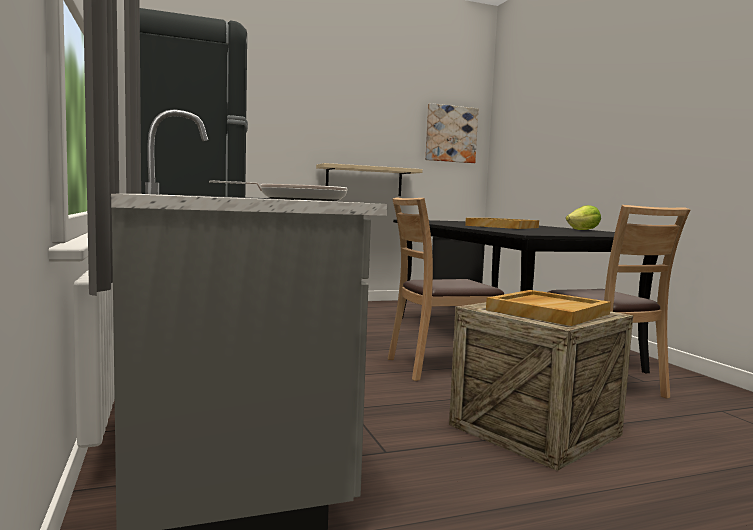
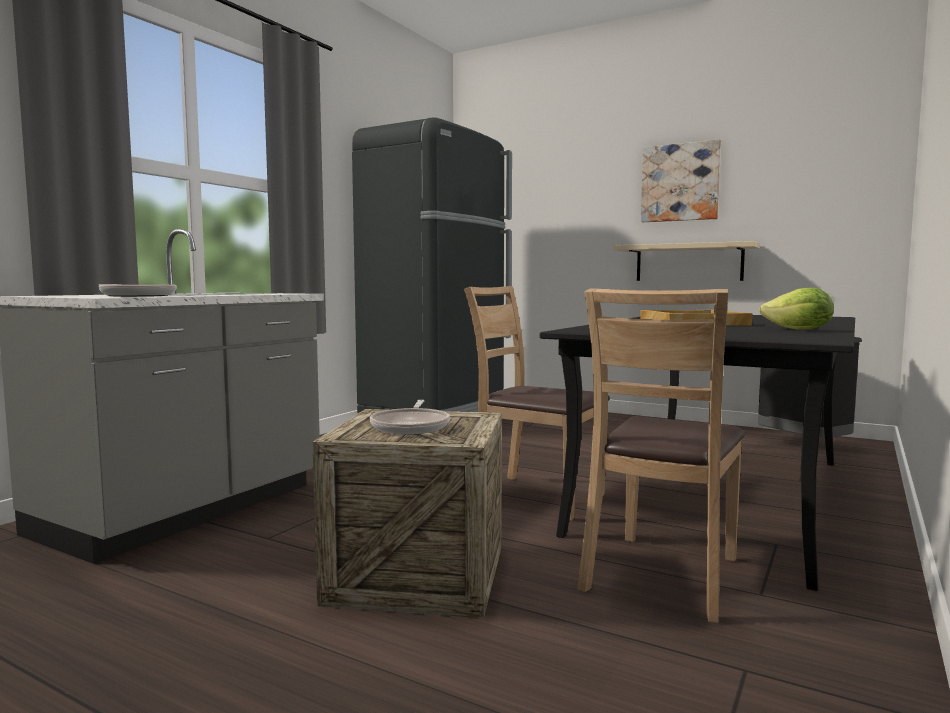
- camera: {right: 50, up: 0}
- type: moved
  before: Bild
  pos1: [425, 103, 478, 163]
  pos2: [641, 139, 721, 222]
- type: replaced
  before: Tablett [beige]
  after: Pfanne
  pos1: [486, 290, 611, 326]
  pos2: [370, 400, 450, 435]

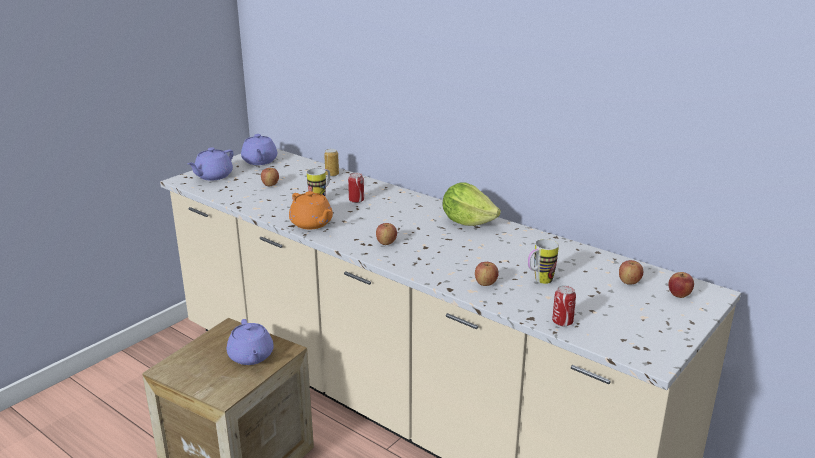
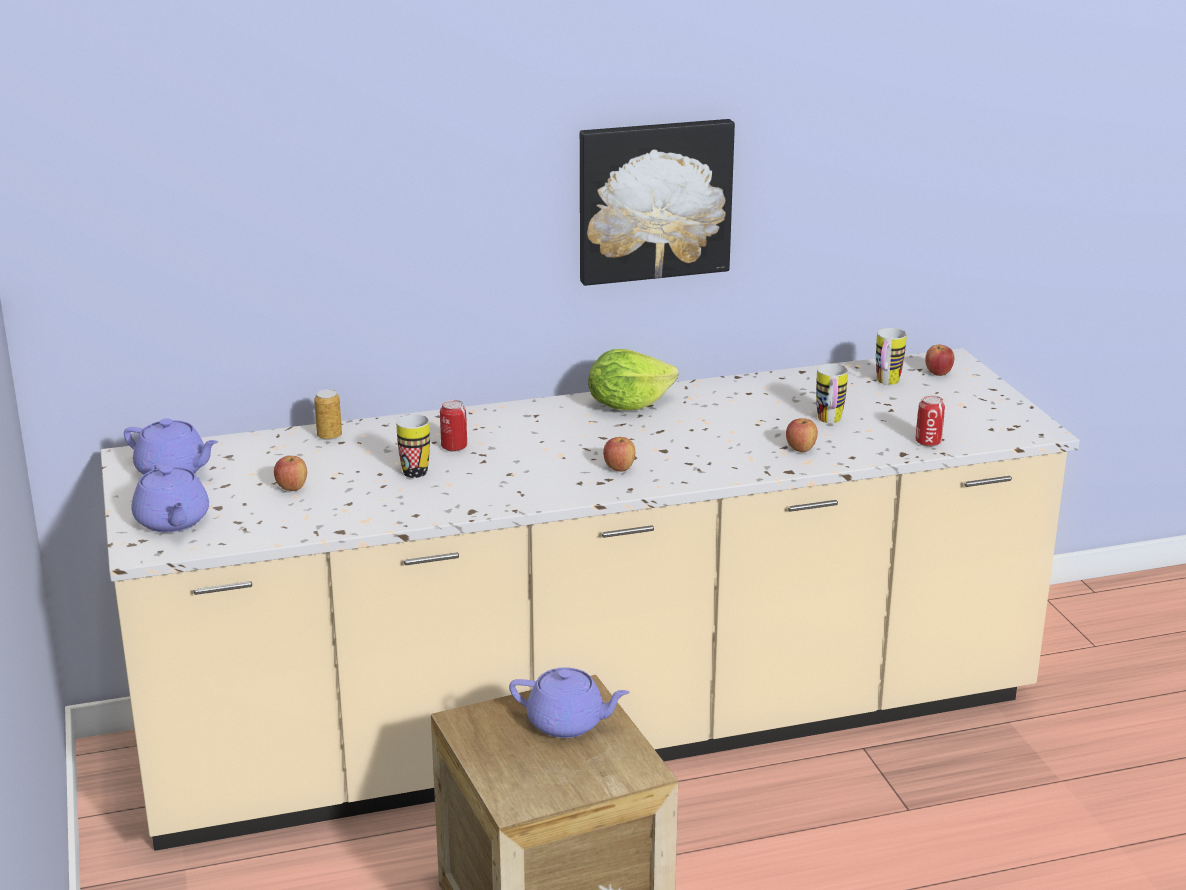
- camera: {right: -55, up: 0}
- type: removed
  before: Teekanne [orange]
  pos1: [289, 191, 333, 229]
- type: replaced
  before: Apfel
  after: Henkelbecher
  pos1: [619, 260, 643, 284]
  pos2: [876, 328, 907, 385]
- type: added
  after: Bild
  pos2: [580, 119, 735, 286]

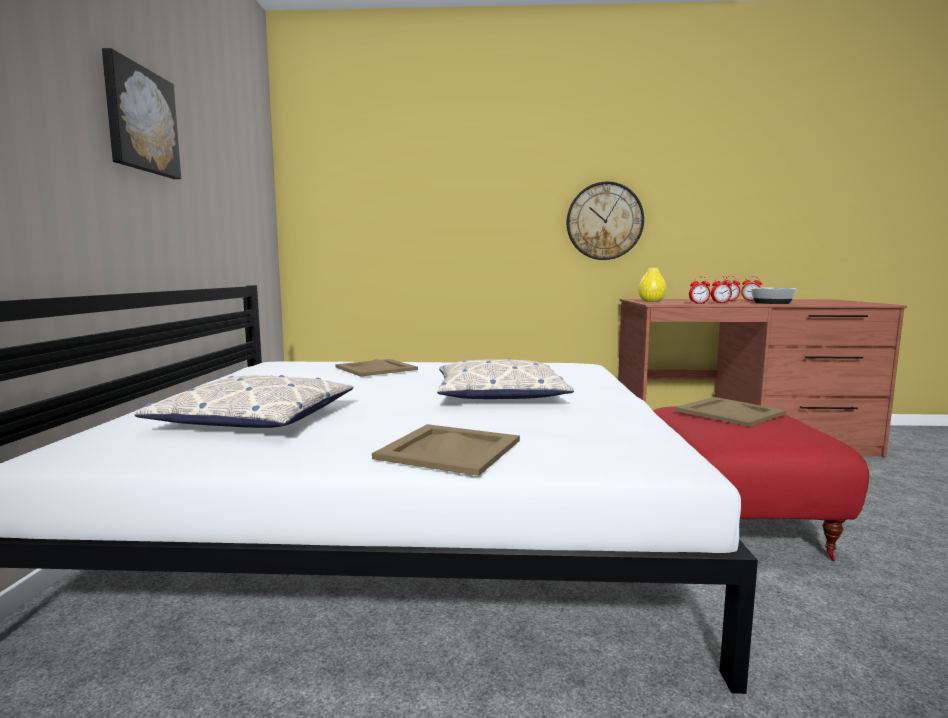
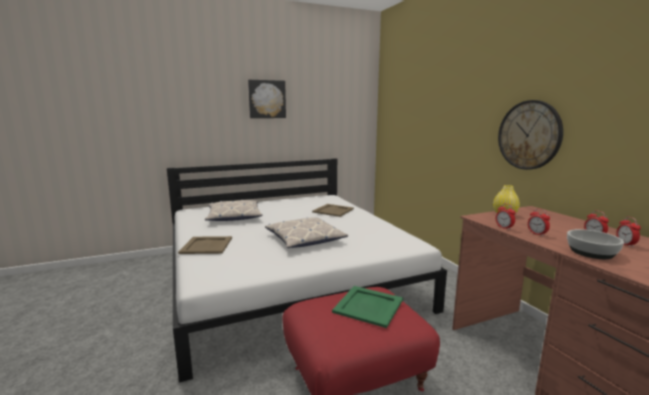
- camera: {right: 65, up: 5}
- type: recoloured
  before: Tablett [beige]
  after: Tablett [grün]
  pos1: [675, 397, 787, 427]
  pos2: [332, 286, 403, 328]

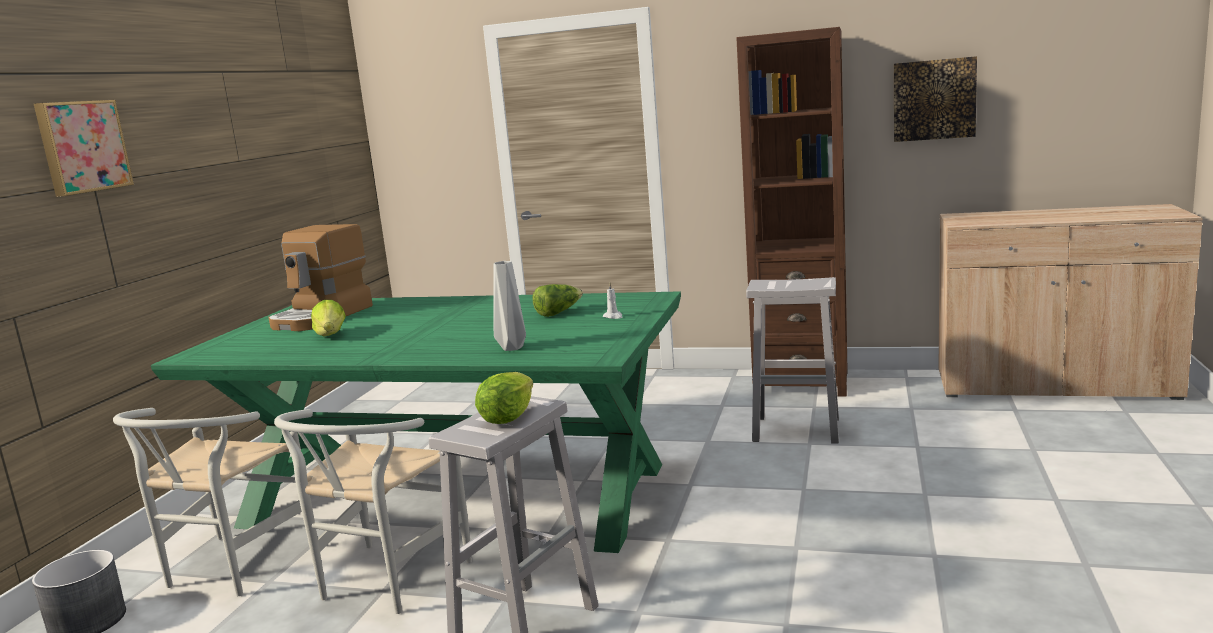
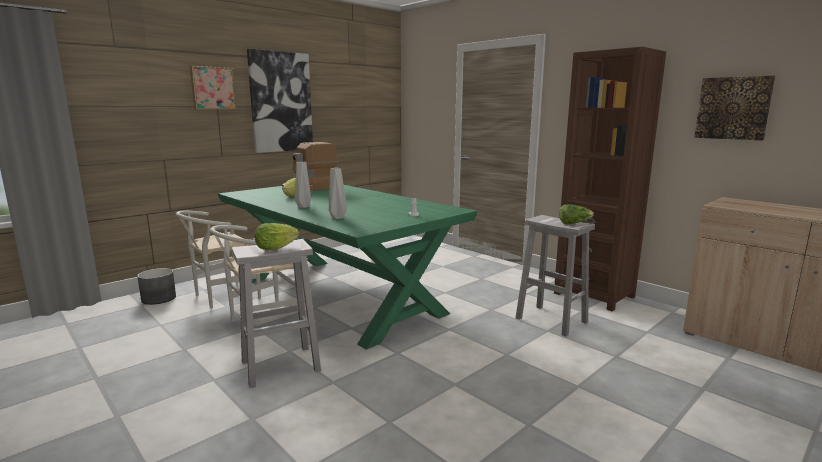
- camera: {right: 30, up: 0}
- type: moved
  before: Salatkopf
  pos1: [532, 284, 583, 317]
  pos2: [559, 204, 594, 224]
- type: added
  after: Bild
  pos2: [247, 49, 313, 153]
- type: added
  after: Vase [grau]
  pos2: [295, 162, 311, 208]

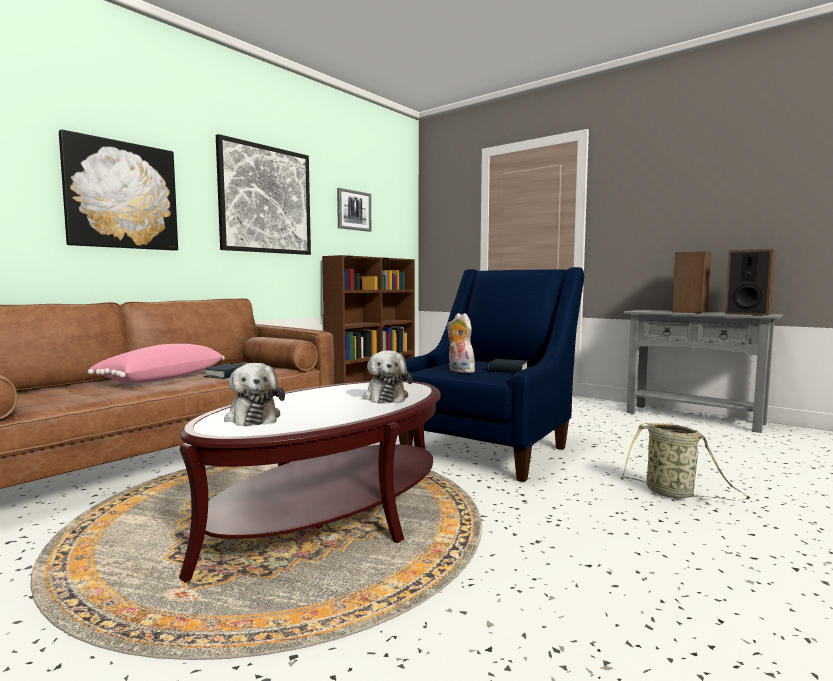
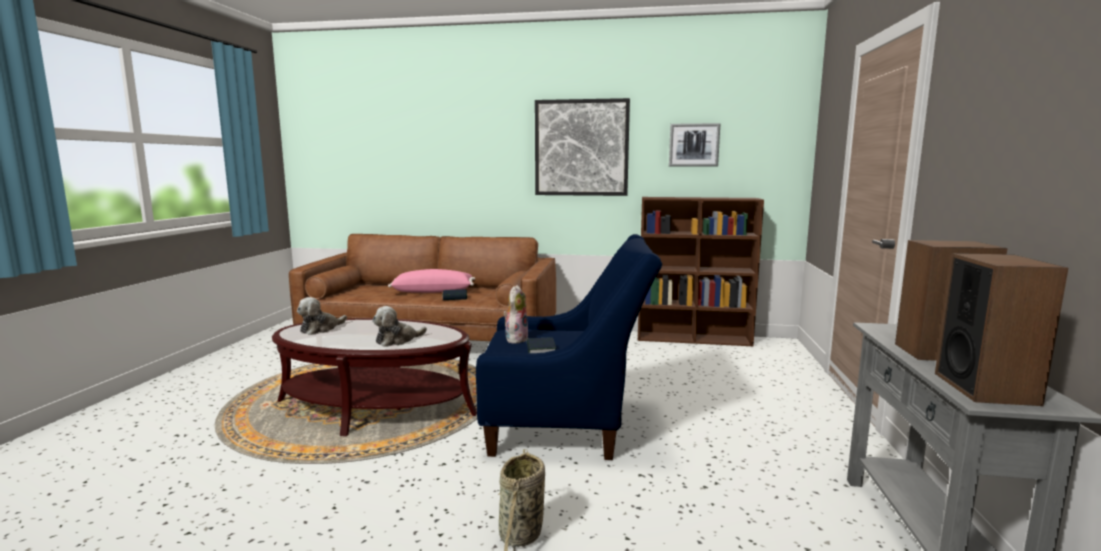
- camera: {right: 60, up: 5}
- type: removed
  before: Bild
  pos1: [59, 129, 178, 251]

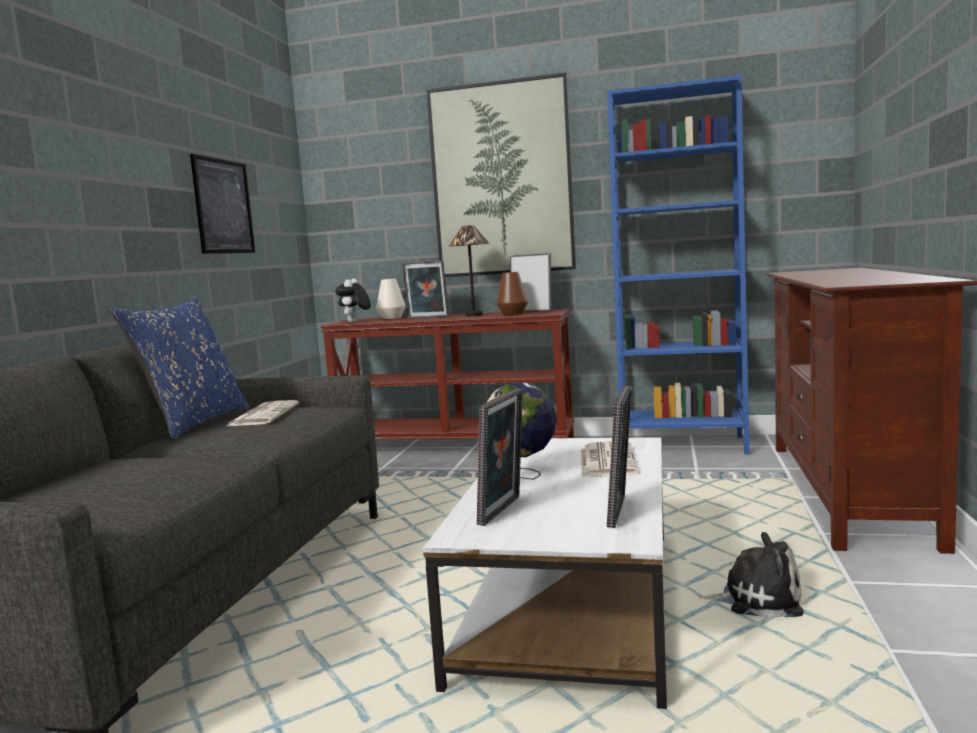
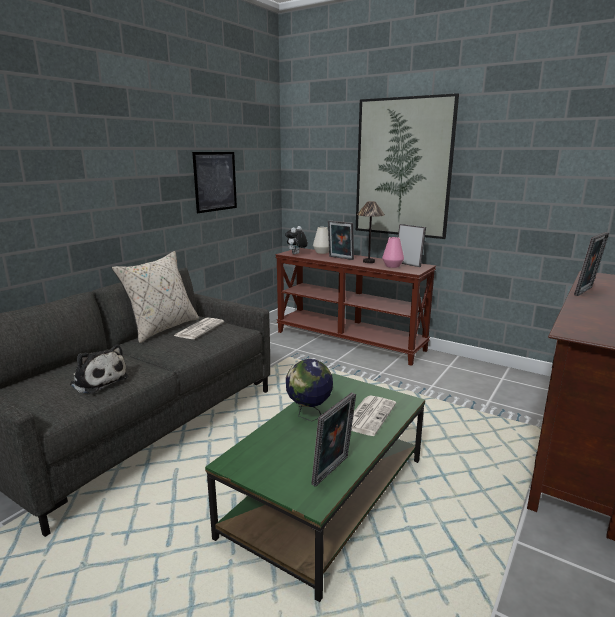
- camera: {right: 20, up: 10}
- type: removed
  before: Bücherregal [blau]
  pos1: [607, 74, 750, 455]
- type: recoloured
  before: Vase [braun]
  after: Vase [rosa]
  pos1: [496, 272, 528, 315]
  pos2: [382, 237, 404, 268]
- type: recoloured
  before: Kissen [blau]
  after: Kissen [beige]
  pos1: [110, 297, 250, 440]
  pos2: [112, 251, 199, 343]
- type: moved
  before: Bilderrahmen
  pos1: [477, 389, 523, 526]
  pos2: [574, 232, 609, 296]
- type: recoloured
  before: Couchtisch [weiß]
  after: Couchtisch [grün]
  pos1: [423, 437, 667, 709]
  pos2: [205, 373, 425, 602]
- type: moved
  before: Plüschtier
  pos1: [698, 532, 804, 618]
  pos2: [70, 344, 129, 394]

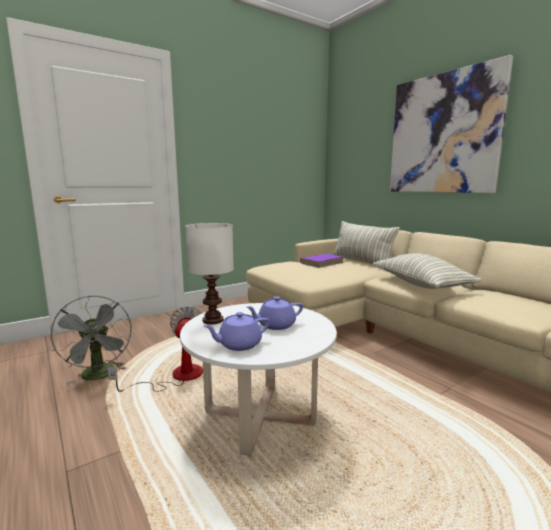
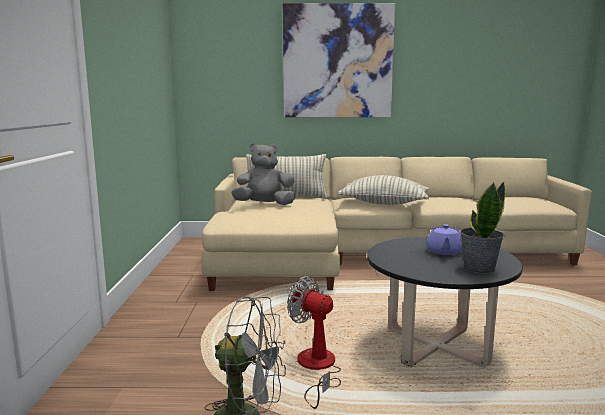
- camera: {right: -55, up: 0}
- type: removed
  before: Tischlampe [weiß]
  pos1: [186, 223, 234, 324]
- type: replaced
  before: Buch [lila]
  after: Plüschtier [grau]
  pos1: [300, 254, 344, 268]
  pos2: [231, 143, 295, 205]
- type: recoloured
  before: Couchtisch [weiß]
  after: Couchtisch [schwarz]
  pos1: [180, 303, 337, 456]
  pos2: [367, 237, 523, 368]
- type: replaced
  before: Teekanne [lila]
  after: Topfpflanze
  pos1: [203, 312, 270, 351]
  pos2: [460, 182, 505, 274]

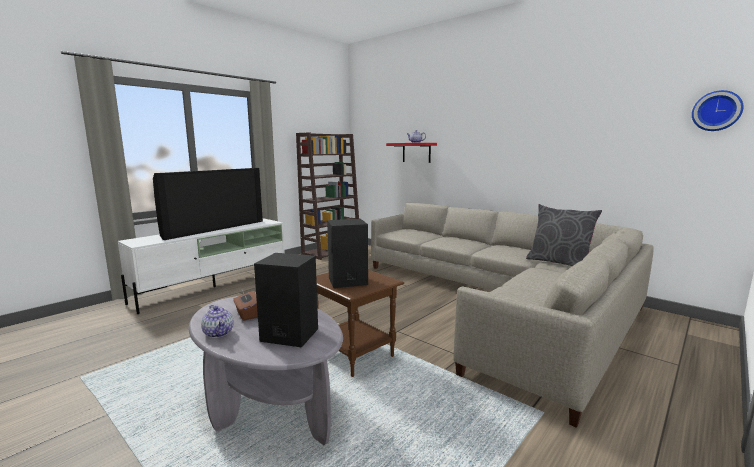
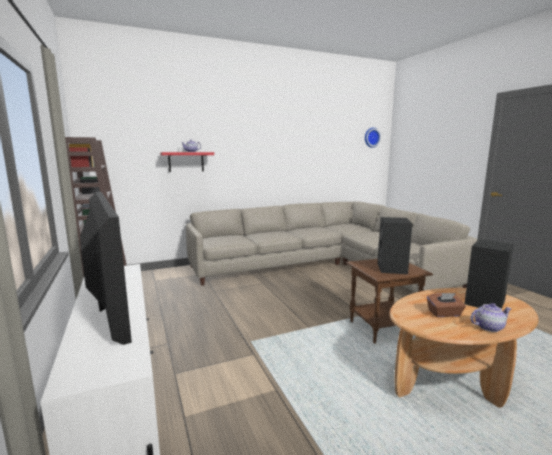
- camera: {right: -65, up: 0}
- type: removed
  before: Kissen [grau]
  pos1: [526, 204, 602, 266]
- type: recoloured
  before: Couchtisch [grau]
  after: Couchtisch [braun]
  pos1: [189, 296, 343, 445]
  pos2: [389, 288, 539, 408]

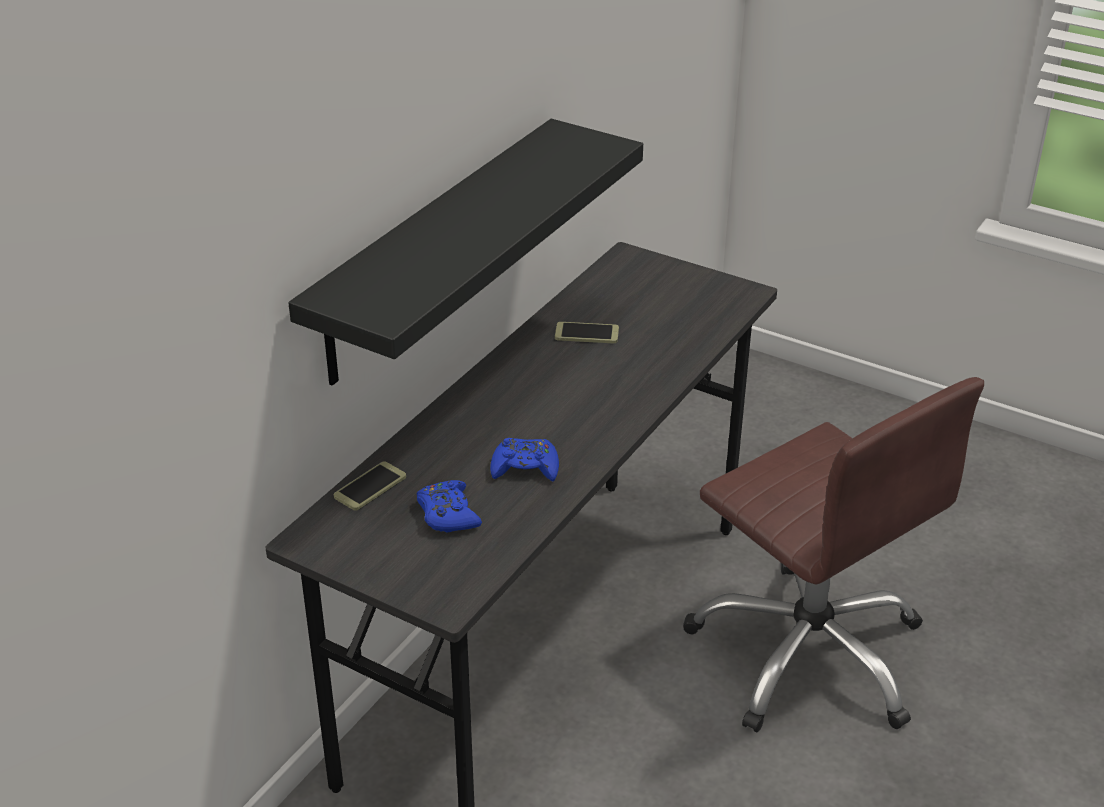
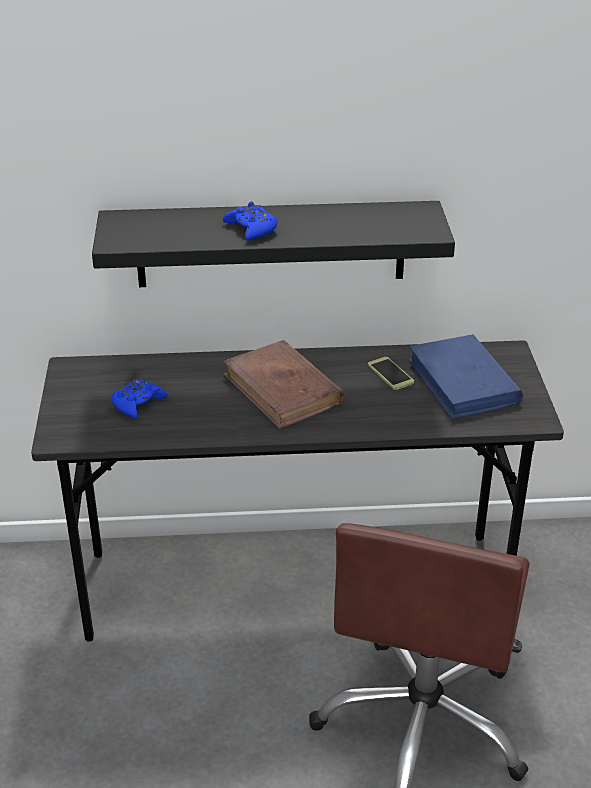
- camera: {right: 55, up: 0}
- type: moved
  before: Gamepad [blau]
  pos1: [490, 438, 559, 481]
  pos2: [223, 201, 278, 241]
- type: removed
  before: Handy
  pos1: [334, 461, 406, 511]
- type: added
  after: Buch [blau]
  pos2: [408, 334, 523, 419]
- type: added
  after: Buch [braun]
  pos2: [223, 340, 344, 429]

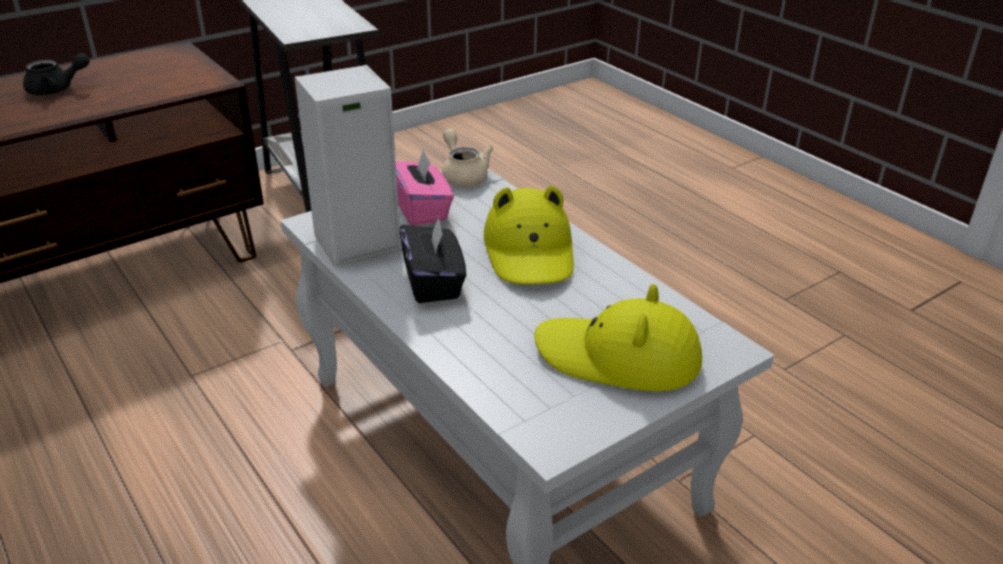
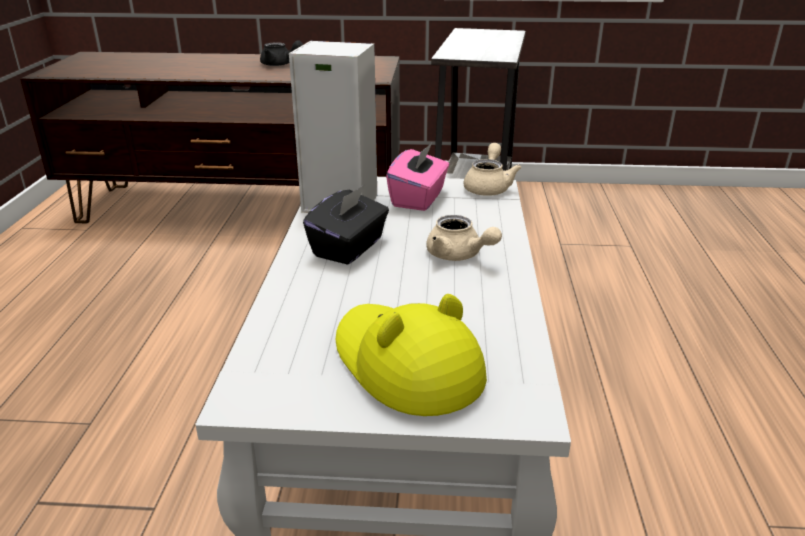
- camera: {right: 40, up: -5}
- type: replaced
  before: Hut [gelb]
  after: Teekanne [beige]
  pos1: [484, 185, 574, 284]
  pos2: [426, 215, 502, 261]

